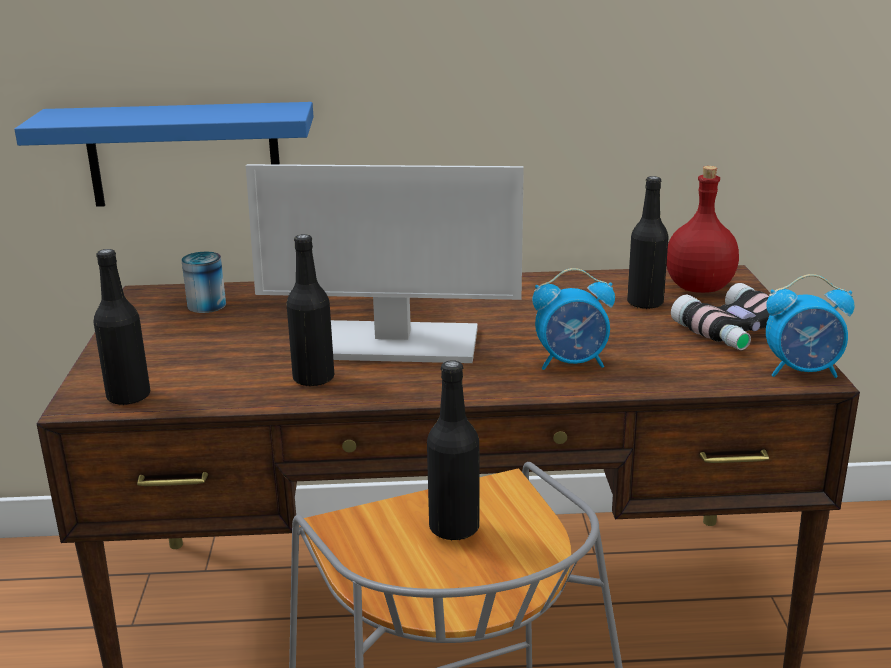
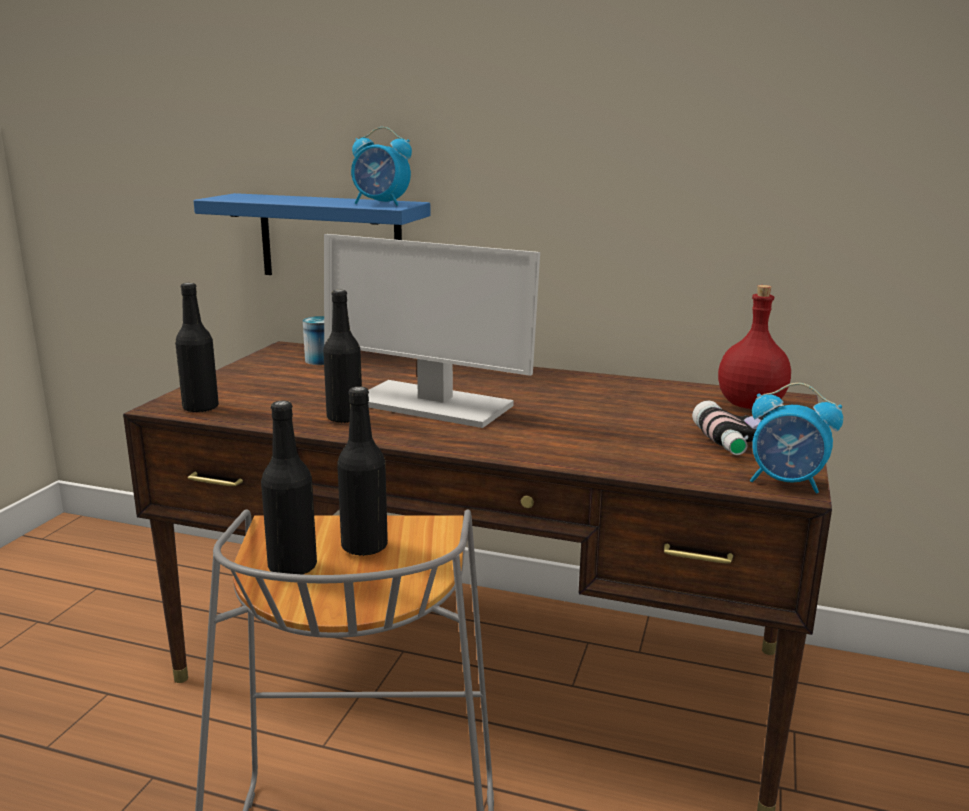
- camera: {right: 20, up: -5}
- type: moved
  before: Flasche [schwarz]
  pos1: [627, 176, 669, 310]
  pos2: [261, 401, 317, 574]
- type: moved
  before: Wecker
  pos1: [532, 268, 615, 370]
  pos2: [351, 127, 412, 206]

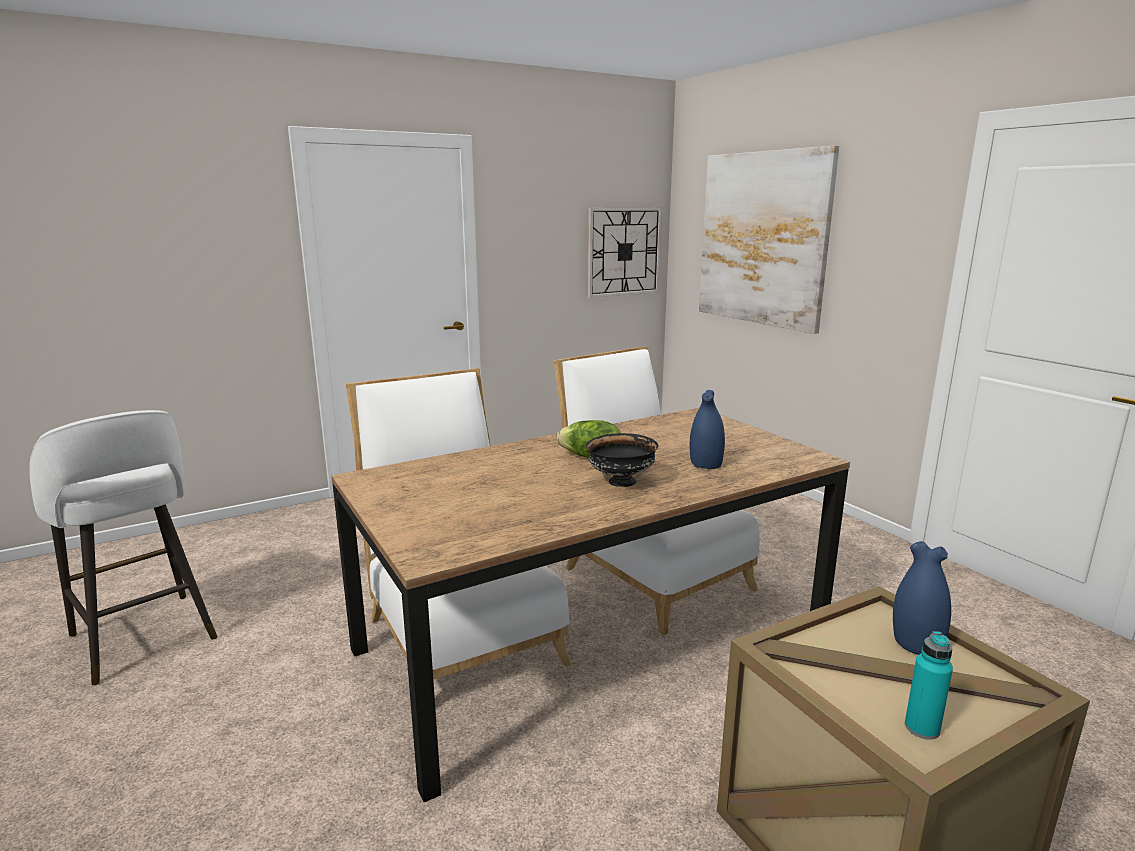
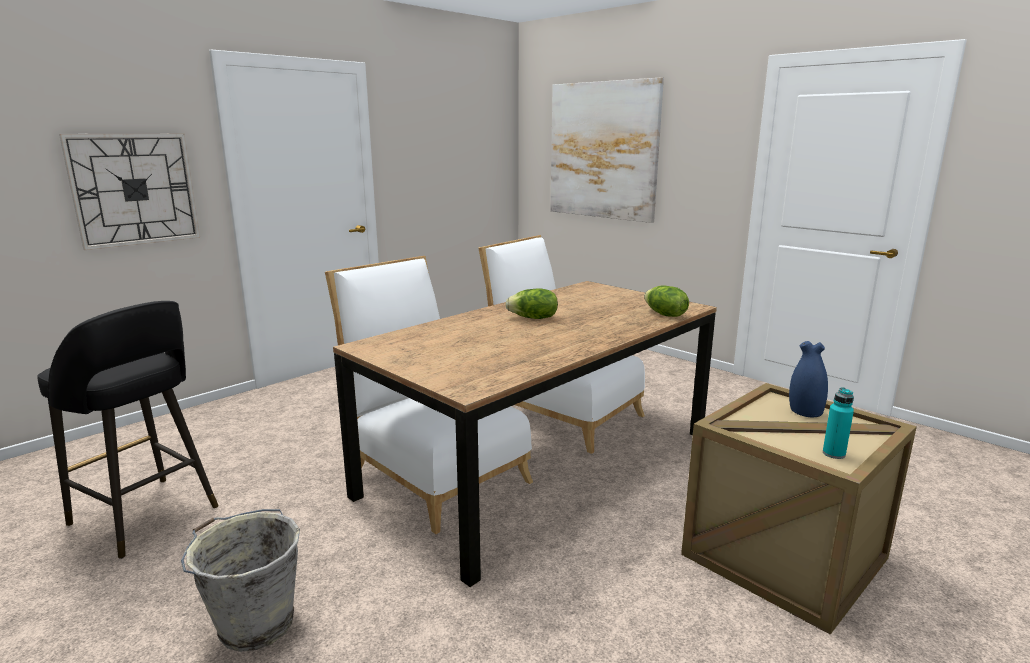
- camera: {right: -15, up: 0}
- type: moved
  before: Wanduhr
  pos1: [588, 207, 662, 298]
  pos2: [59, 134, 200, 250]
- type: removed
  before: Vase [blau]
  pos1: [690, 390, 725, 469]
- type: recoloured
  before: Hocker [weiß]
  after: Hocker [schwarz]
  pos1: [30, 410, 218, 686]
  pos2: [37, 301, 219, 559]
- type: removed
  before: Schüssel [schwarz]
  pos1: [586, 433, 658, 487]
- type: added
  after: Salatkopf
  pos2: [644, 285, 689, 317]
- type: added
  after: Eimer [grau]
  pos2: [181, 509, 300, 652]

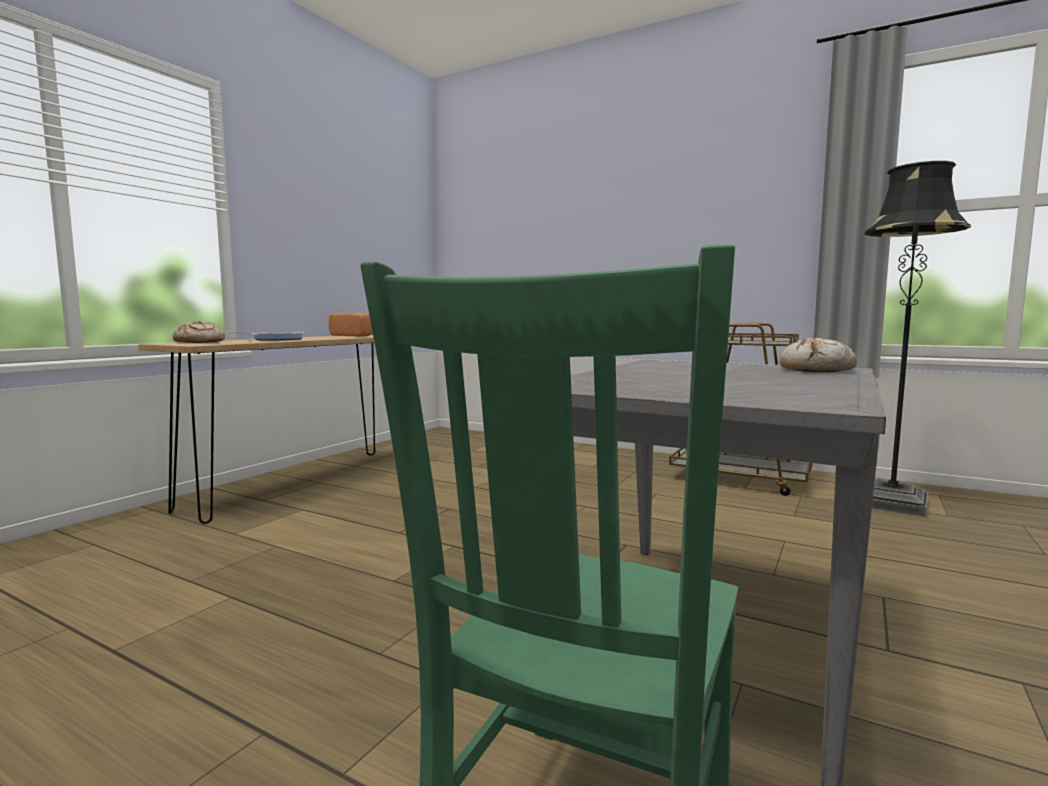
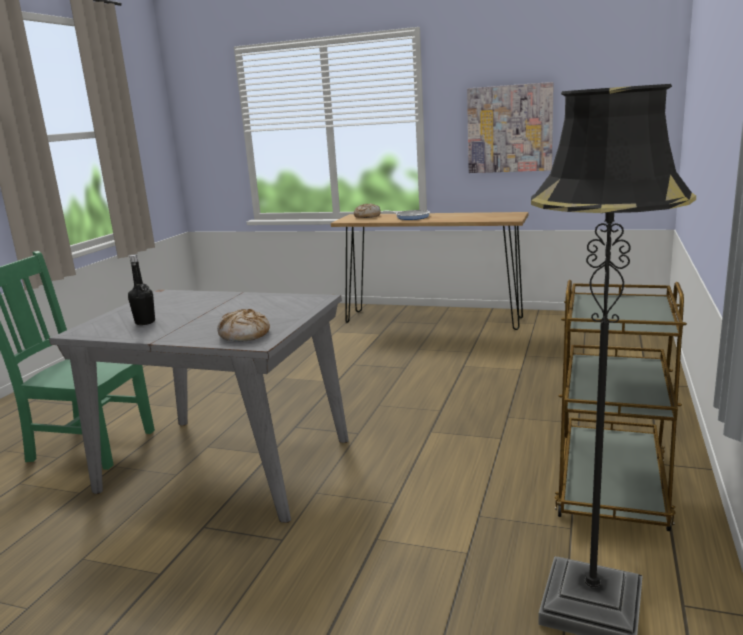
- camera: {right: 80, up: 10}
- type: removed
  before: Brot
  pos1: [329, 313, 373, 336]
- type: added
  after: Bild
  pos2: [467, 82, 554, 173]
- type: added
  after: Flasche [schwarz]
  pos2: [128, 255, 155, 325]

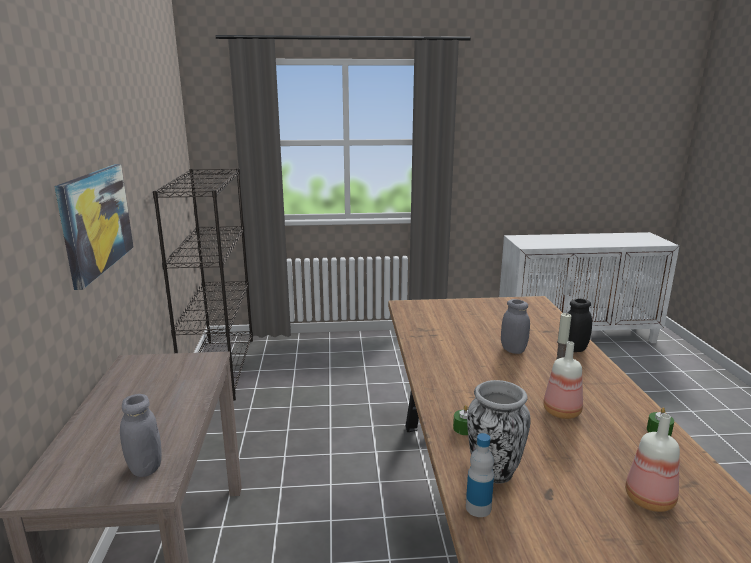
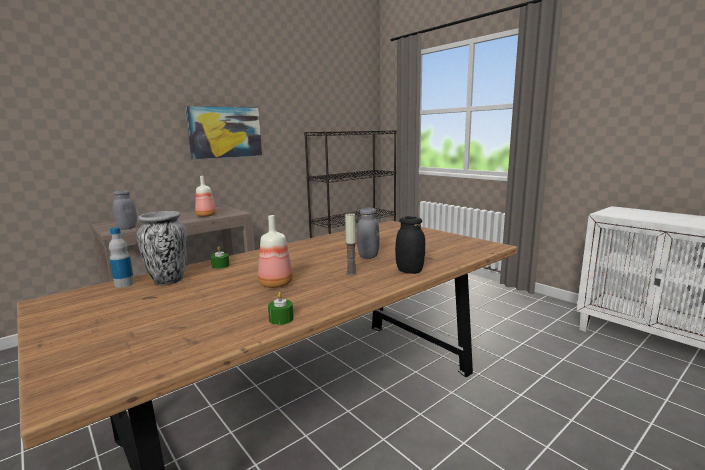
- camera: {right: 55, up: -5}
- type: moved
  before: Flasche
  pos1: [625, 414, 680, 512]
  pos2: [195, 176, 216, 217]

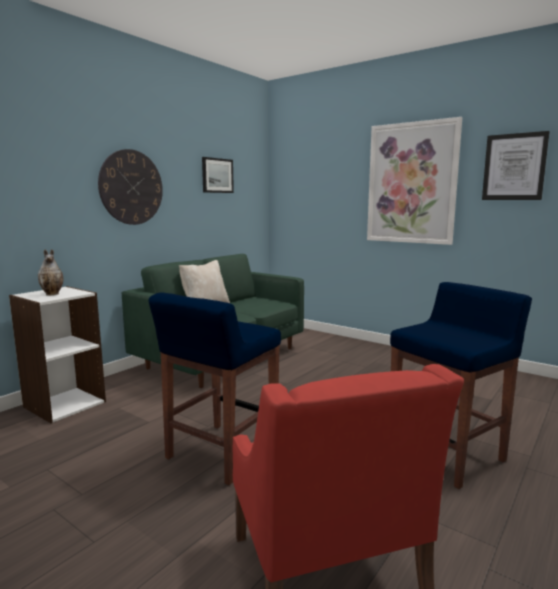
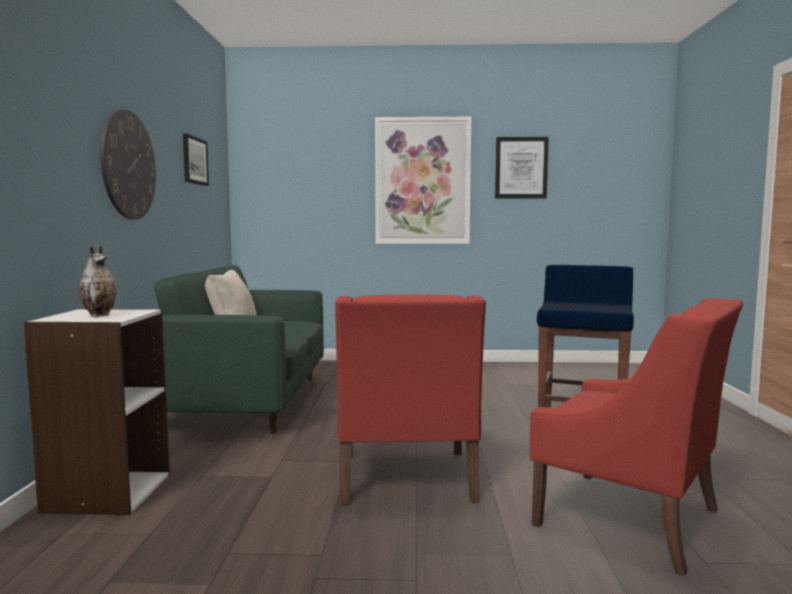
- camera: {right: -35, up: -5}
- type: replaced
  before: Hocker [blau]
  after: Sessel [rot]
  pos1: [149, 292, 281, 485]
  pos2: [335, 295, 486, 505]

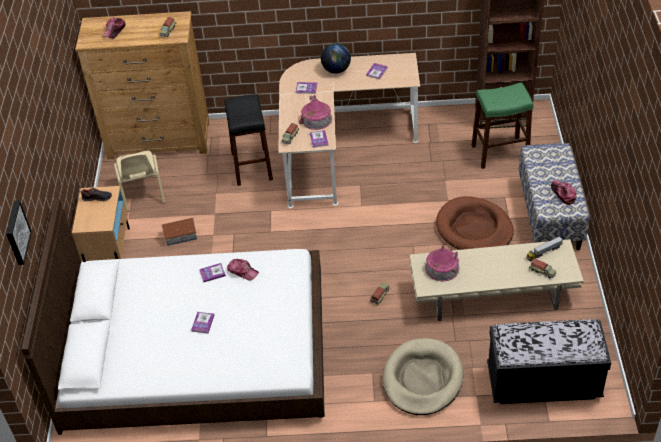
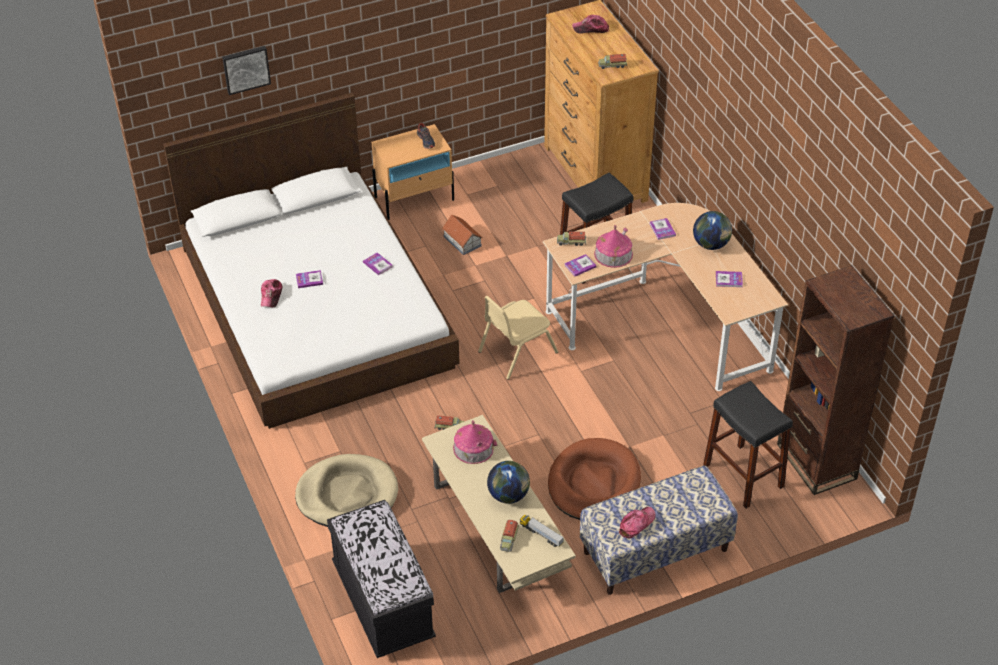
- camera: {right: 65, up: 0}
- type: recoloured
  before: Hocker [grün]
  after: Hocker [schwarz]
  pos1: [472, 82, 533, 169]
  pos2: [703, 381, 793, 508]
- type: moved
  before: Stuhl [beige]
  pos1: [114, 150, 165, 212]
  pos2: [478, 296, 558, 380]
- type: moved
  before: Kappe
  pos1: [227, 259, 259, 281]
  pos2: [261, 279, 283, 307]
- type: added
  after: Globus
  pos2: [487, 461, 530, 504]

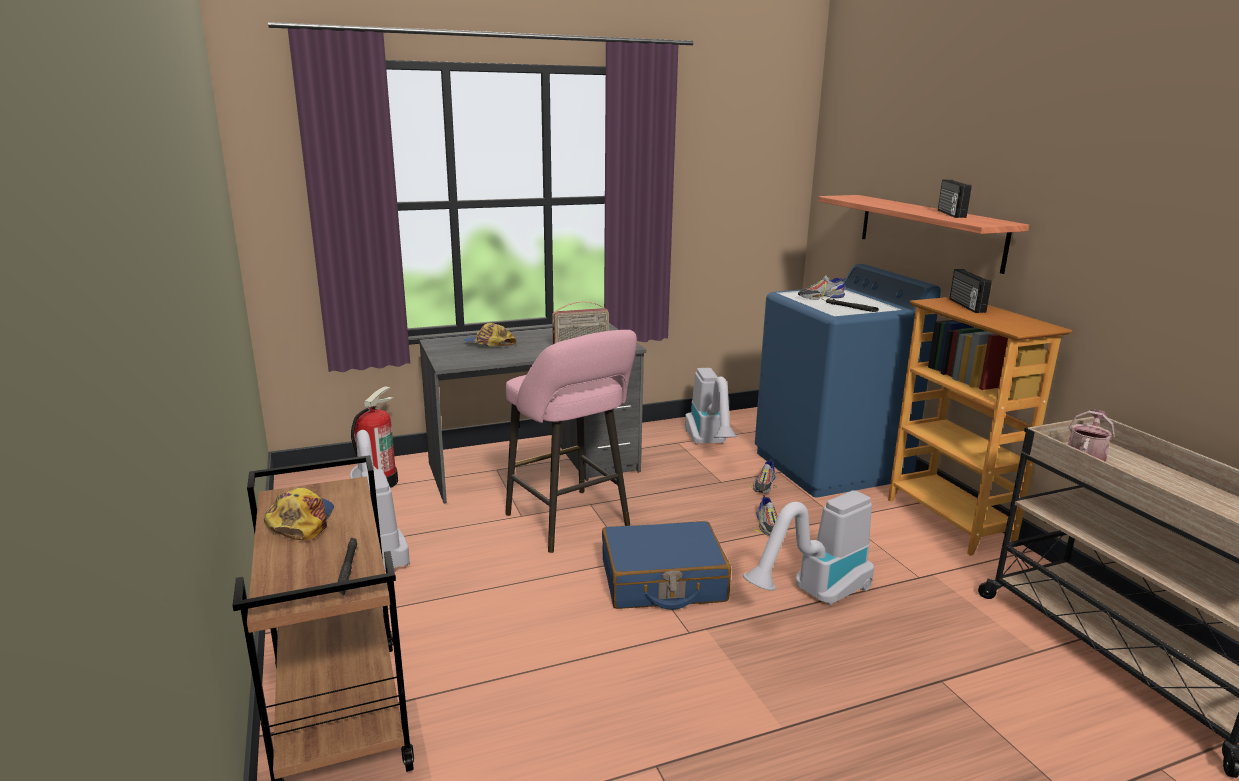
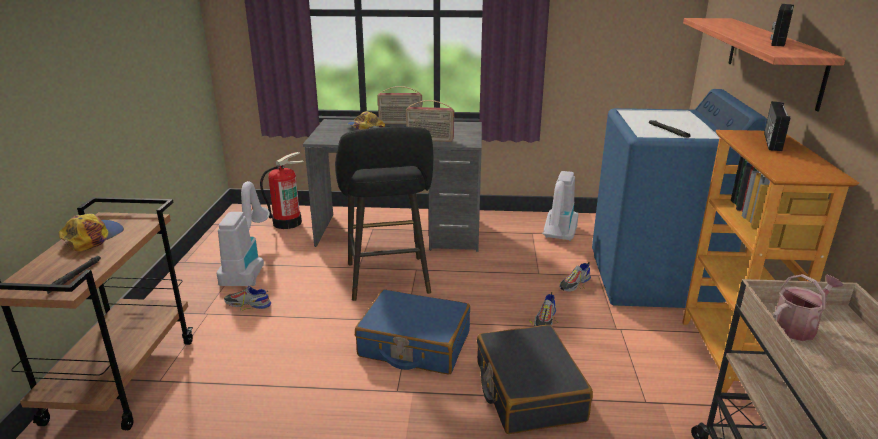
- camera: {right: 25, up: 5}
- type: moved
  before: Schuh
  pos1: [798, 275, 846, 300]
  pos2: [224, 286, 271, 311]
- type: recoloured
  before: Hocker [rosa]
  after: Hocker [schwarz]
  pos1: [505, 330, 637, 553]
  pos2: [335, 127, 433, 301]
- type: replaced
  before: Staubsauger
  after: Koffer [schwarz]
  pos1: [743, 490, 874, 605]
  pos2: [477, 325, 593, 434]
- type: added
  after: Radio
  pos2: [377, 86, 423, 124]

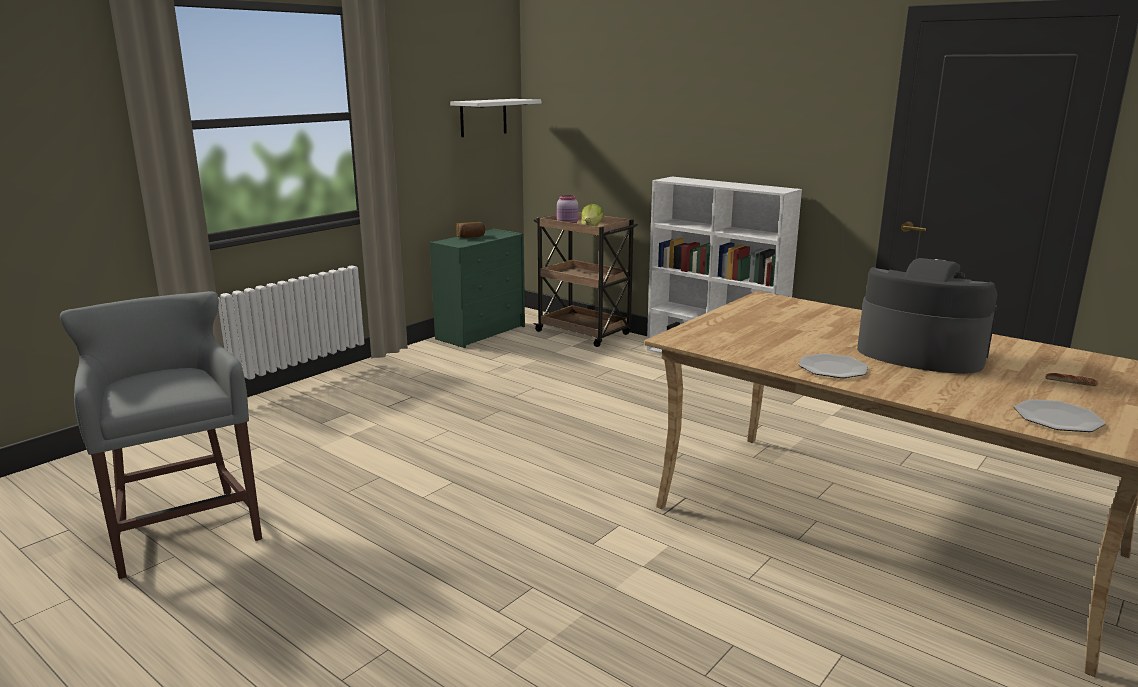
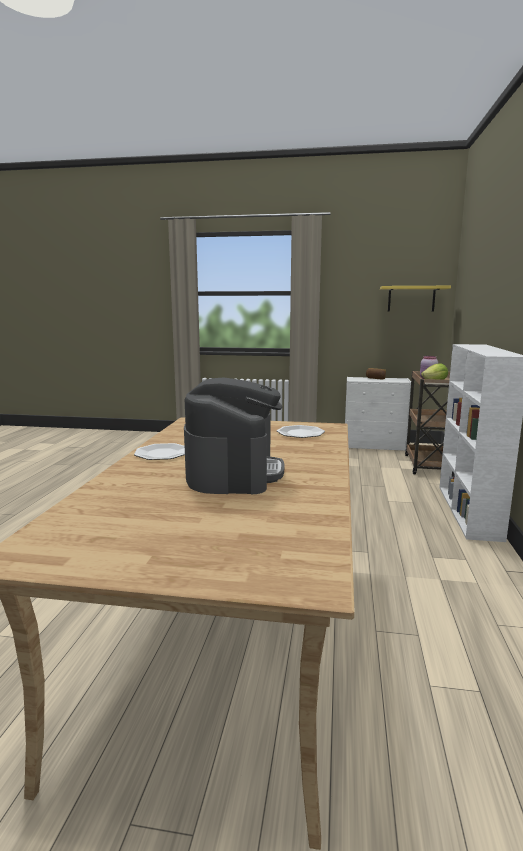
- camera: {right: 60, up: -5}
- type: recoloured
  before: Wandregal [weiß]
  after: Wandregal [gelb]
  pos1: [450, 99, 541, 137]
  pos2: [380, 286, 451, 312]
- type: recoloured
  before: Kommode [grün]
  after: Kommode [weiß]
  pos1: [430, 228, 525, 348]
  pos2: [345, 377, 411, 451]
- type: removed
  before: Hocker [grau]
  pos1: [60, 291, 262, 579]
- type: removed
  before: Brot
  pos1: [1045, 373, 1099, 386]
- type: moved
  before: Teller
  pos1: [1014, 399, 1106, 432]
  pos2: [277, 425, 325, 438]

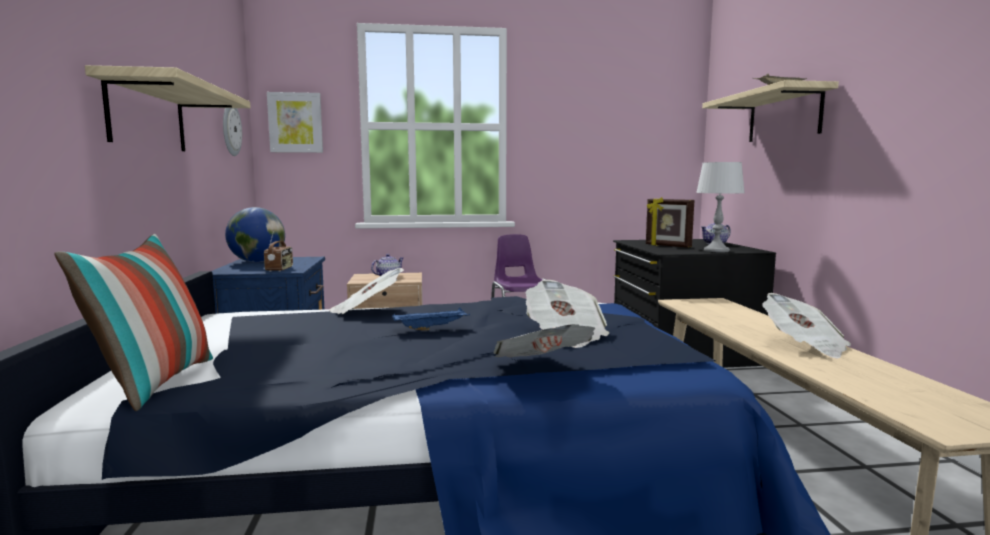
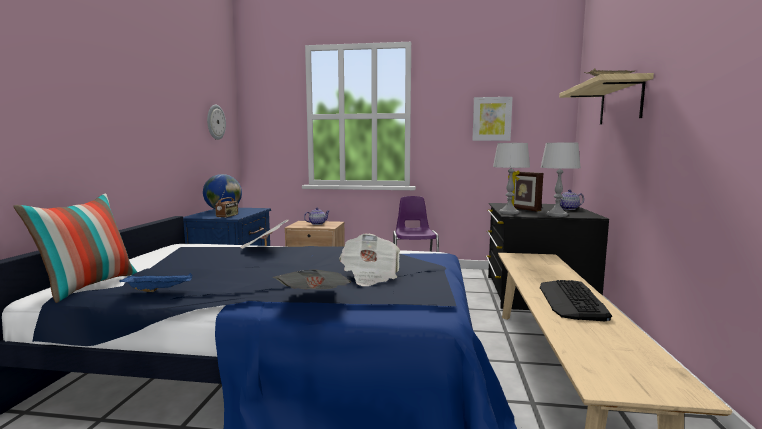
- camera: {right: 15, up: 0}
- type: removed
  before: Wandregal
  pos1: [85, 65, 251, 151]
- type: moved
  before: Bild
  pos1: [267, 92, 323, 153]
  pos2: [472, 97, 513, 141]
- type: replaced
  before: Zeitung
  after: Tastatur
  pos1: [762, 293, 851, 359]
  pos2: [540, 280, 612, 321]
- type: moved
  before: Tablett [blau]
  pos1: [392, 308, 470, 331]
  pos2: [120, 273, 193, 292]
- type: added
  after: Tischlampe [grau]
  pos2: [493, 143, 530, 214]

